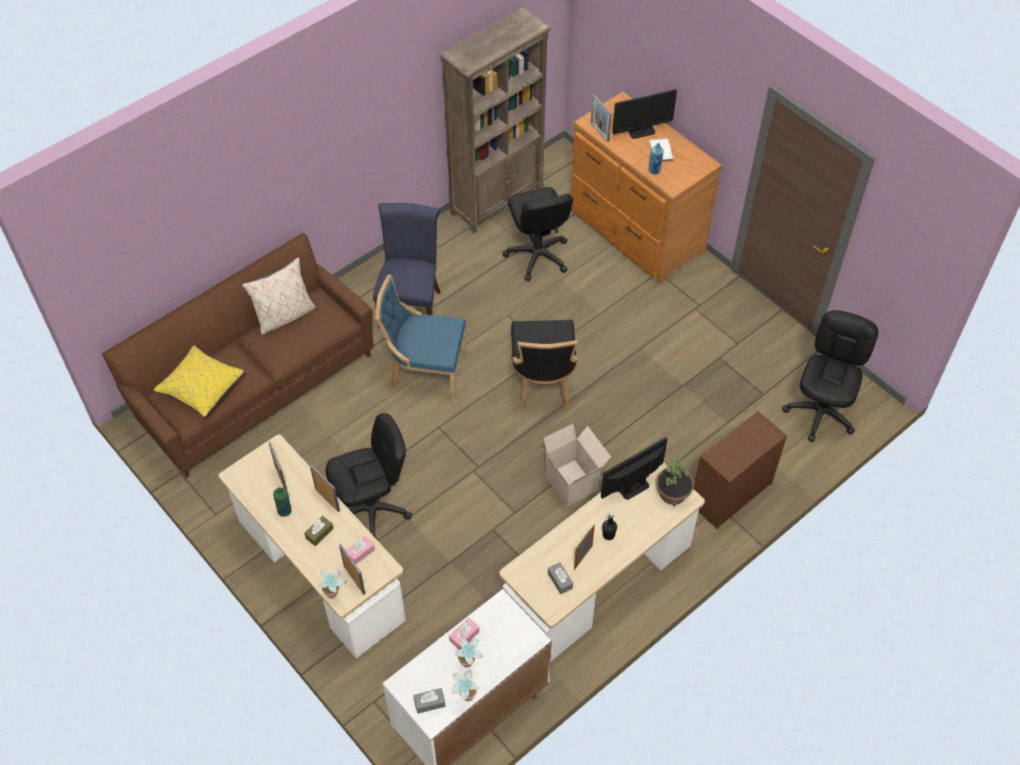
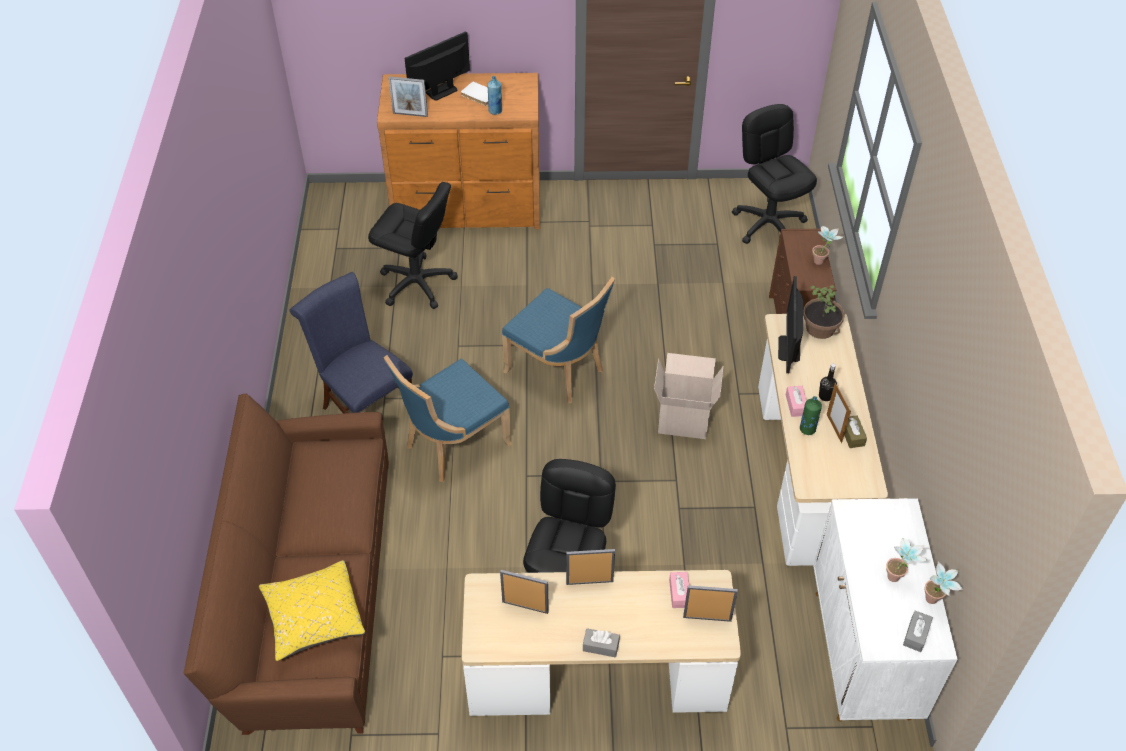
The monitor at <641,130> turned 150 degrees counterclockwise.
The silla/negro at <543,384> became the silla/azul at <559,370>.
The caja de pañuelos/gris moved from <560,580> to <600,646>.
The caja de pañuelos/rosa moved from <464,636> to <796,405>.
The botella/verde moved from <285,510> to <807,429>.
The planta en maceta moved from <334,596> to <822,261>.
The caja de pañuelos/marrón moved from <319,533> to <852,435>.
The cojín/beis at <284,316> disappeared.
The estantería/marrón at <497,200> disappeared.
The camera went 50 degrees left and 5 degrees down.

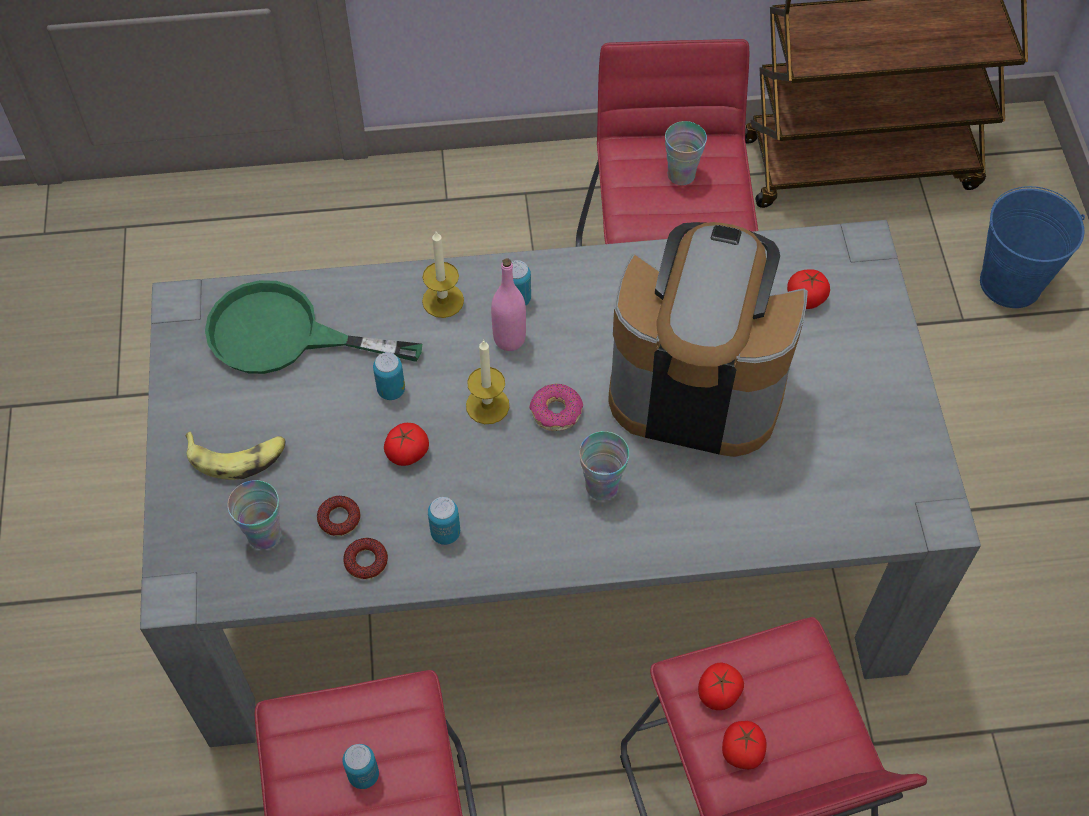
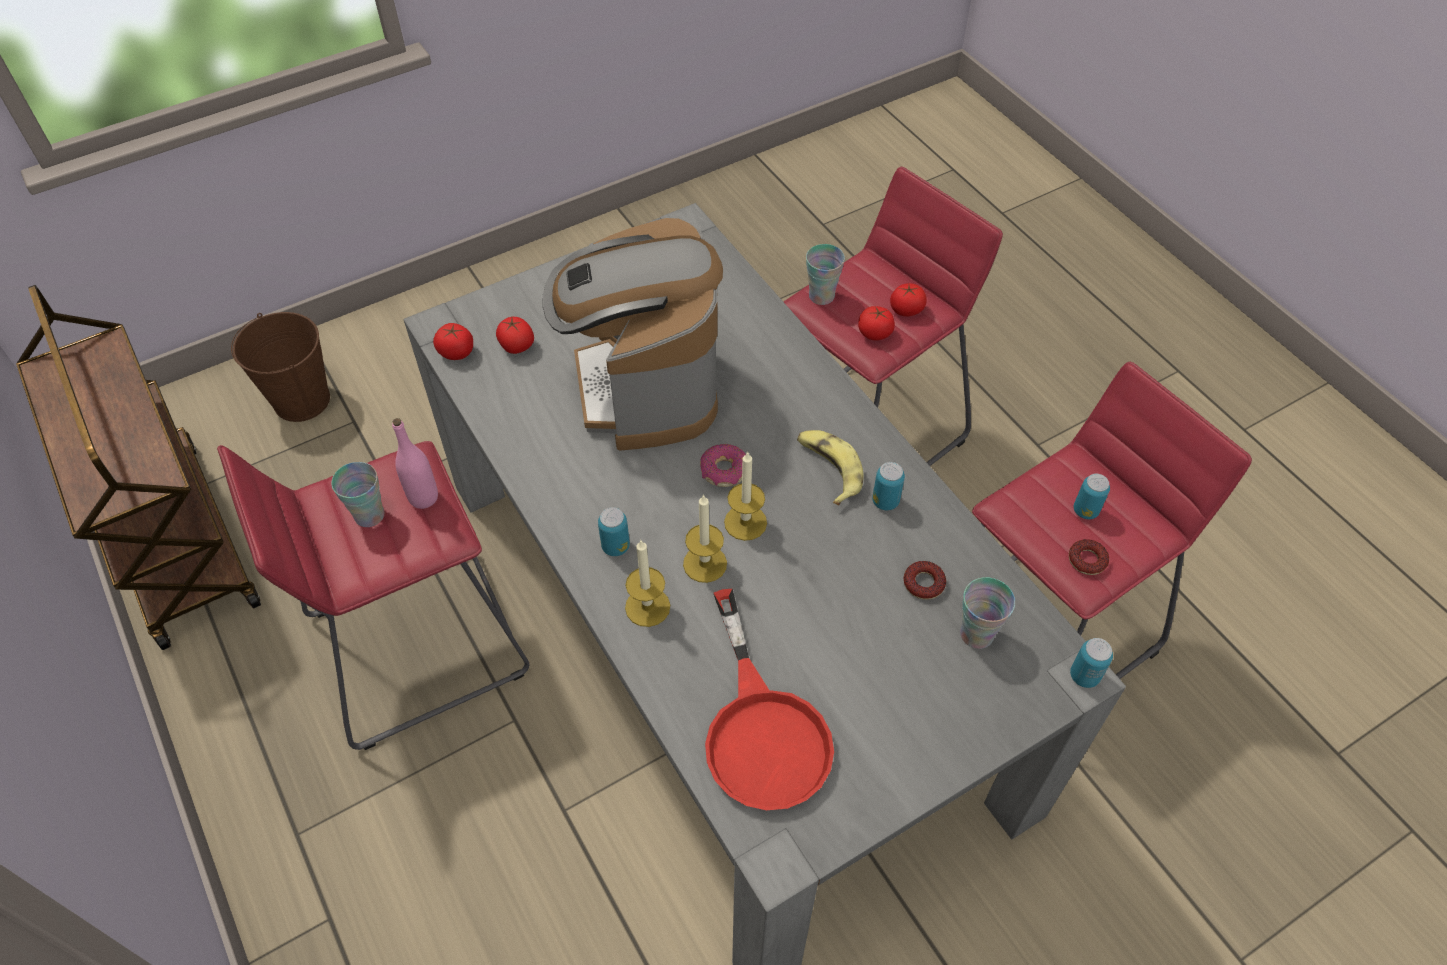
The cubo/azul at <1011,283> became the cubo/marrón at <302,400>.
The botella/rosa moved from <509,339> to <423,497>.
The tomate moved from <407,453> to <456,352>.
The vela at <705,563> appeared.
The sartén/verde at <284,336> became the sartén/rojo at <762,729>.
The plátano moved from <238,456> to <828,469>.
The taza moved from <602,486> to <821,296>.
The rosquilla moved from <366,561> to <1087,560>.
The lata moved from <391,390> to <1084,676>.
The camera went 115 degrees left and 5 degrees down.

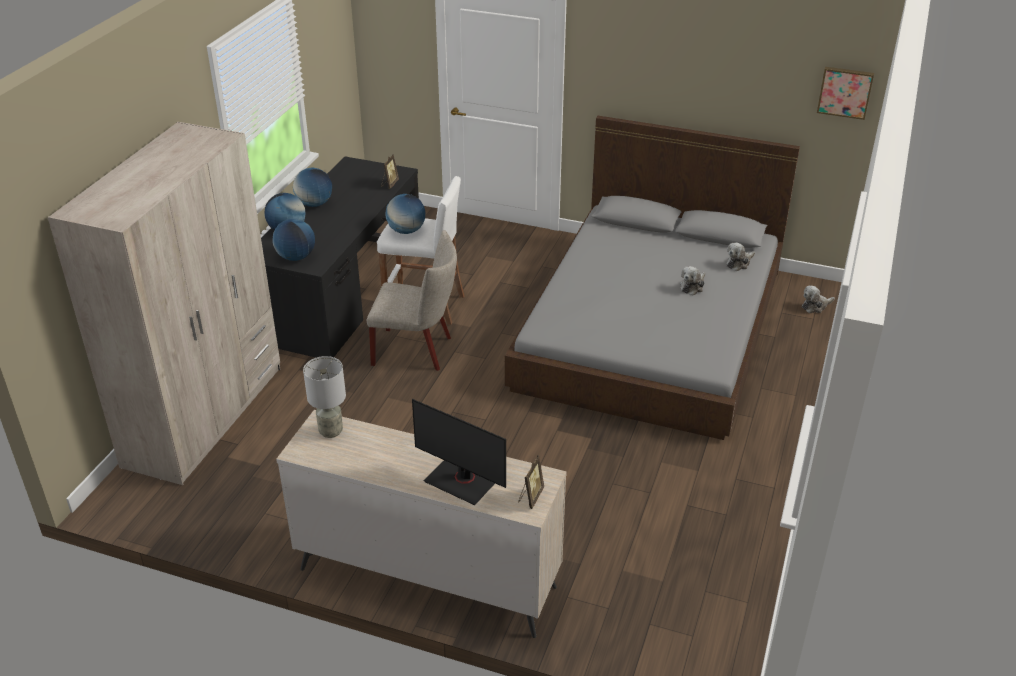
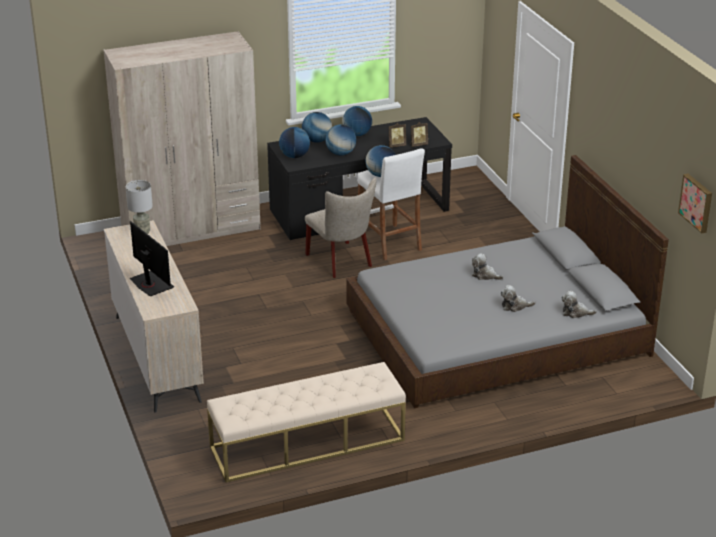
The monitor at <462,481> turned 150 degrees clockwise.
The banco/beis at <307,444> appeared.
The globo terráqueo at <341,153> appeared.
The portarretratos moved from <530,497> to <396,145>.
The peluche moved from <815,306> to <485,275>.
The camera went 50 degrees right and 5 degrees down.

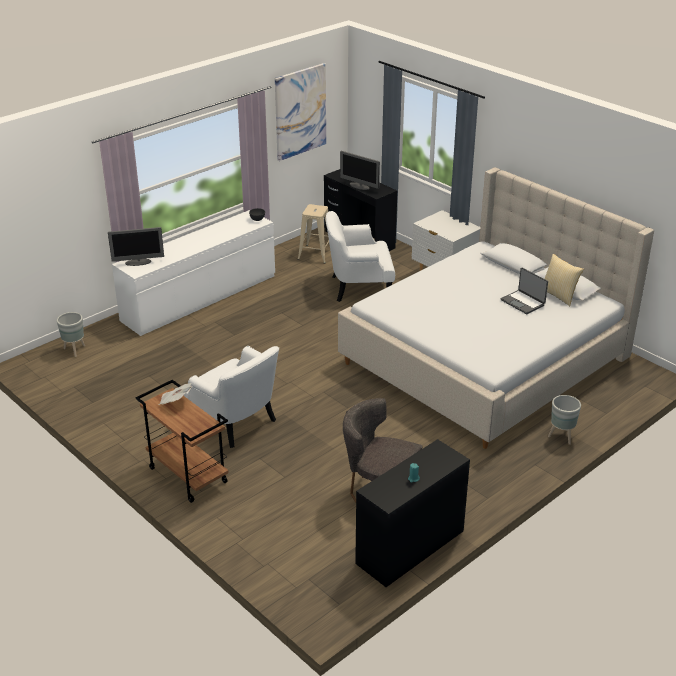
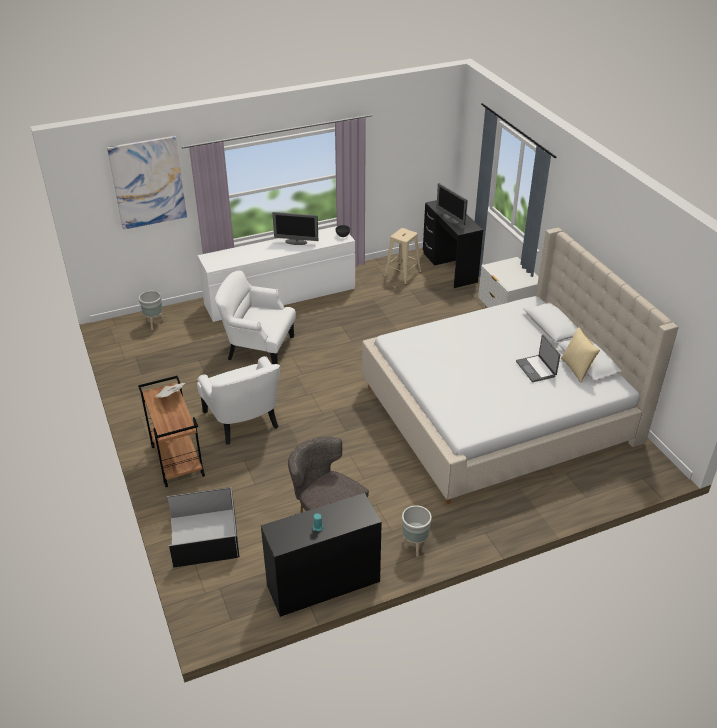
The cuadro moved from <300,111> to <148,182>.
The caja de almacenaje/negro at <204,536> appeared.
The sillón/blanco moved from <358,287> to <258,348>.
The monitor moved from <138,262> to <296,242>.
The maceta/gris moved from <561,437> to <414,546>.
The camera went 20 degrees right and 5 degrees up.

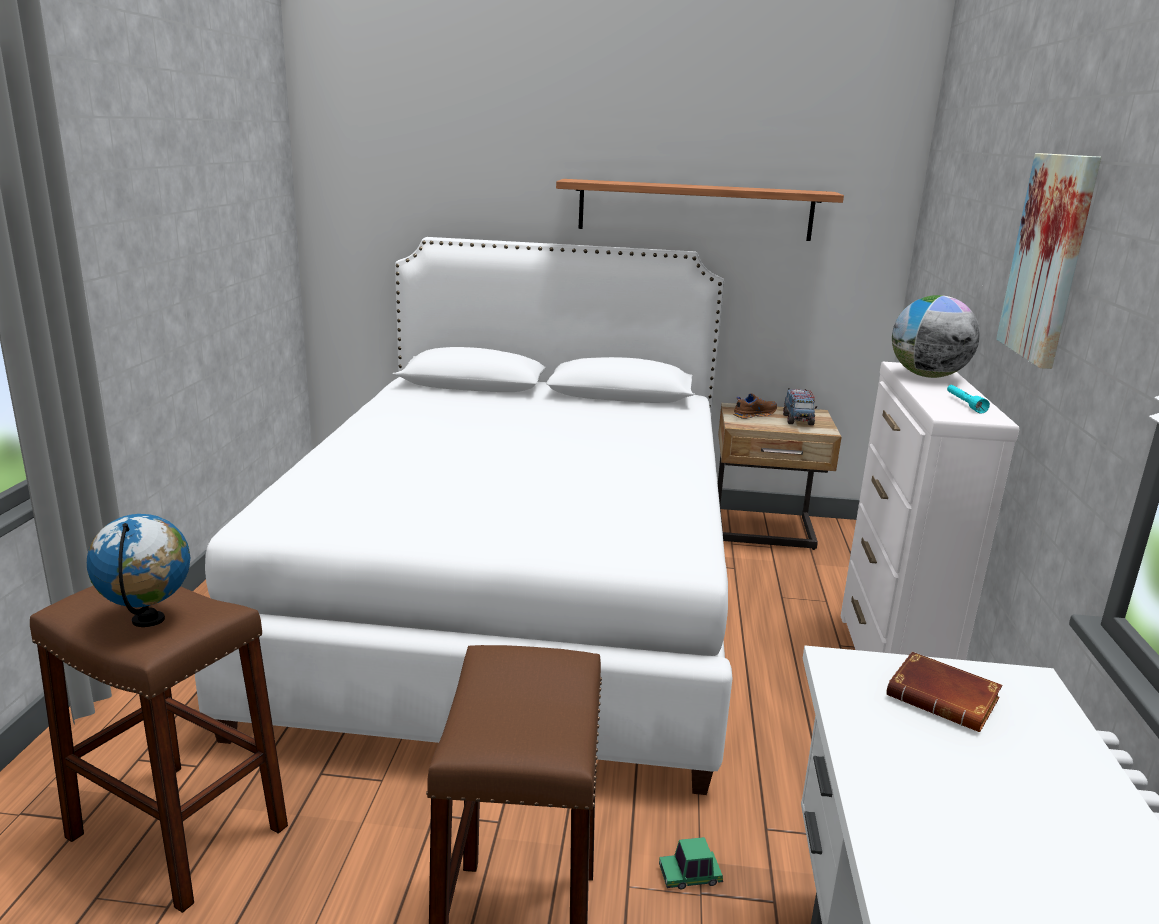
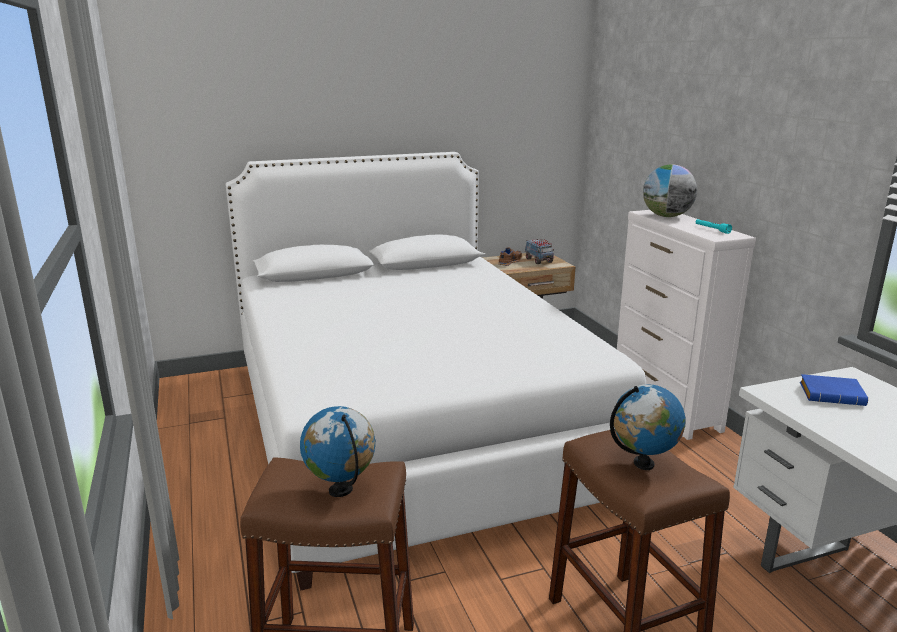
The globo terráqueo at <643,464> appeared.
The libro/marrón at <945,699> became the libro/azul at <833,395>.
The estante at <695,210> disappeared.
The coche de juguete at <690,876> disappeared.
The cuadro at <1049,258> disappeared.
The camera went 25 degrees left and 0 degrees up.

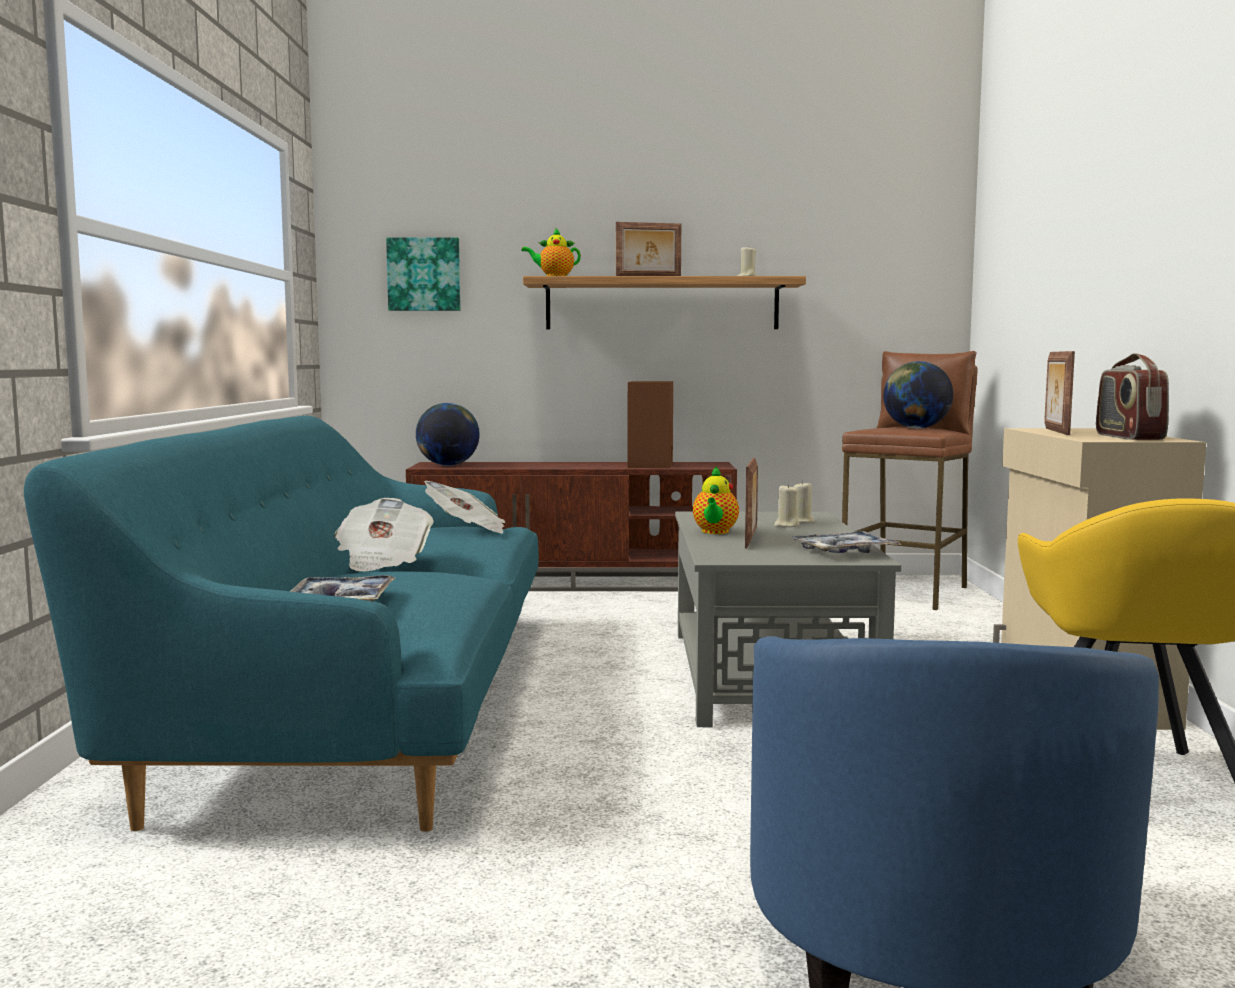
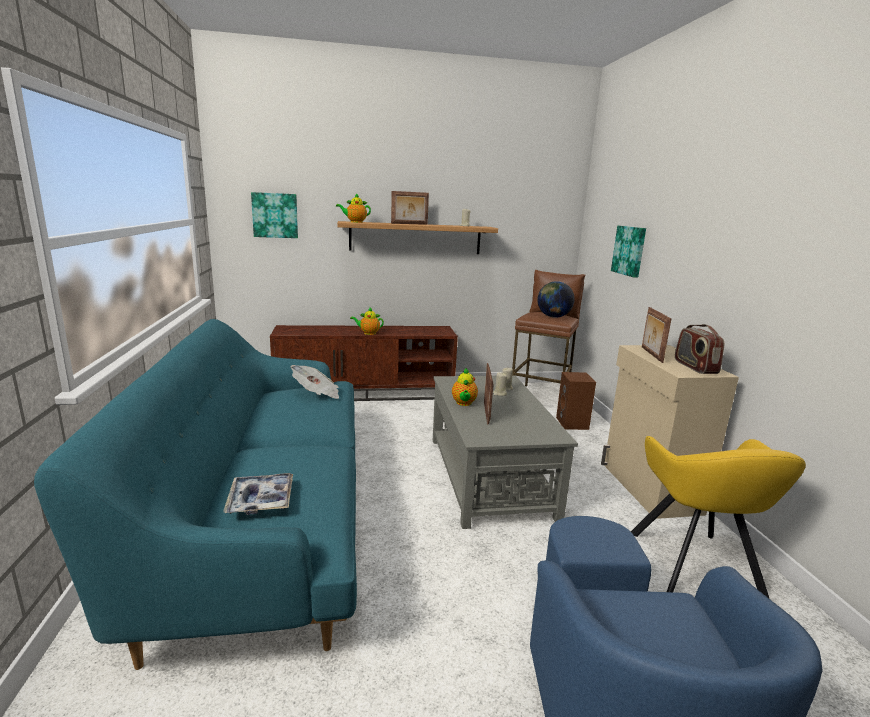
The tetera at <368,333> appeared.
The altavoz/marrón moved from <651,465> to <573,423>.
The cuadro at <629,250> appeared.
The periódico at <382,561> disappeared.
The globo terráqueo at <448,465> disappeared.
The bandeja at <843,552> disappeared.
The camera went 10 degrees left and 10 degrees up.

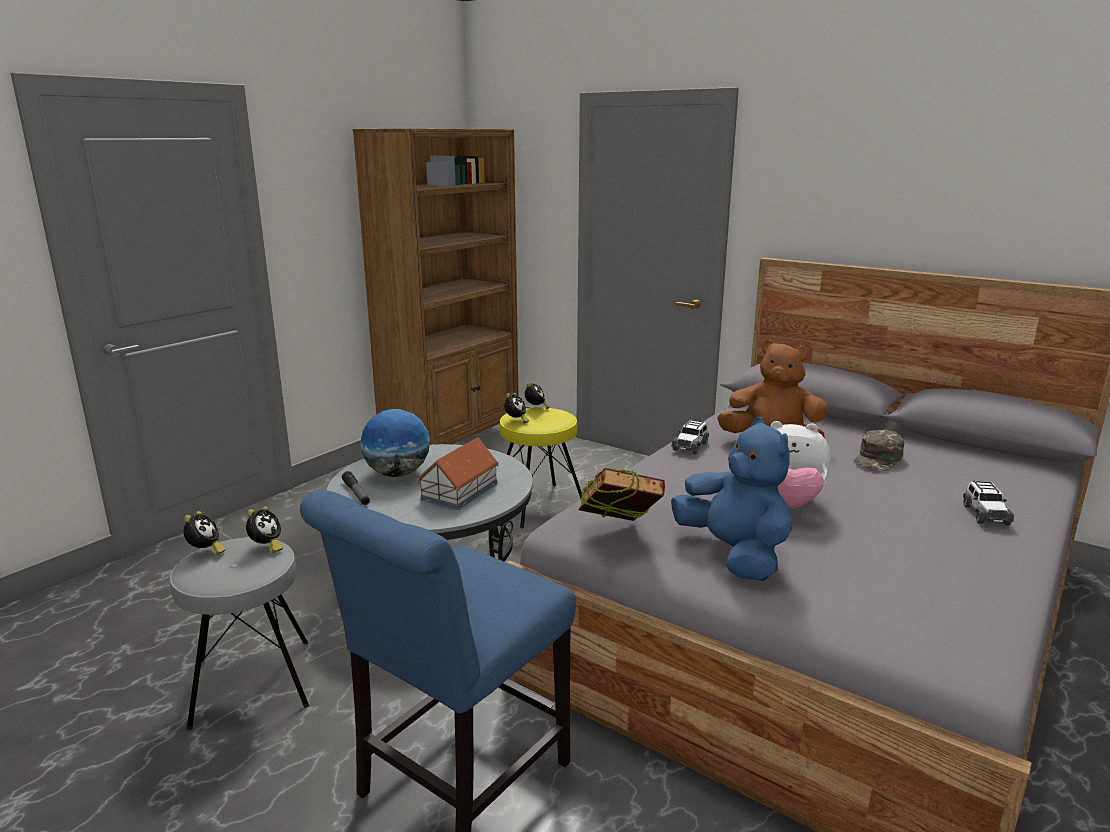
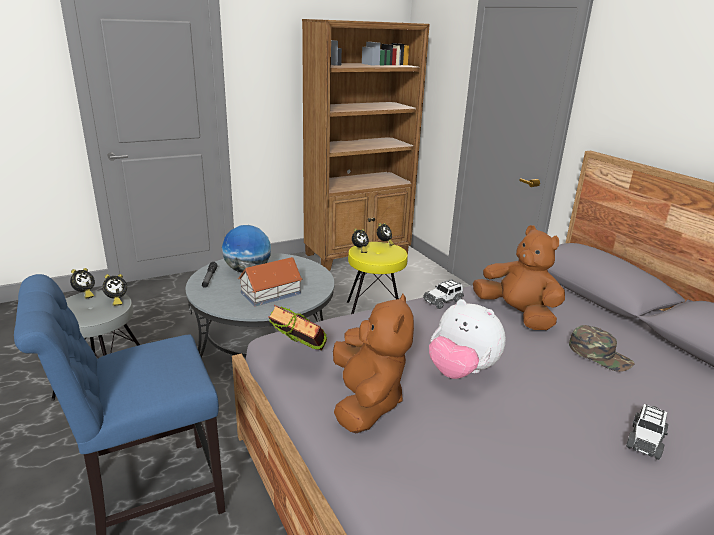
The peluche/azul at <734,554> became the peluche/marrón at <366,402>.
The gorra/verde at <878,459> turned 105 degrees counterclockwise.
The camera went 25 degrees right and 5 degrees up.

